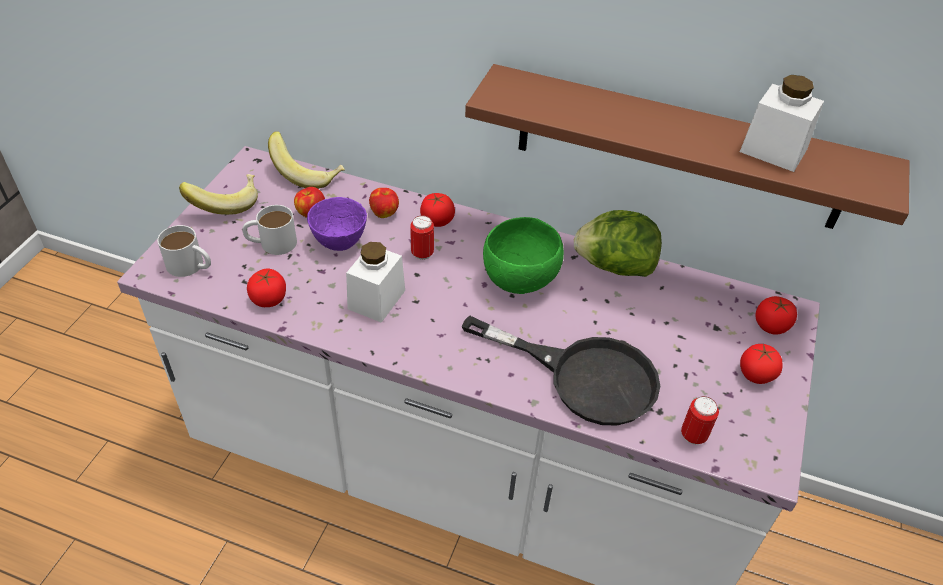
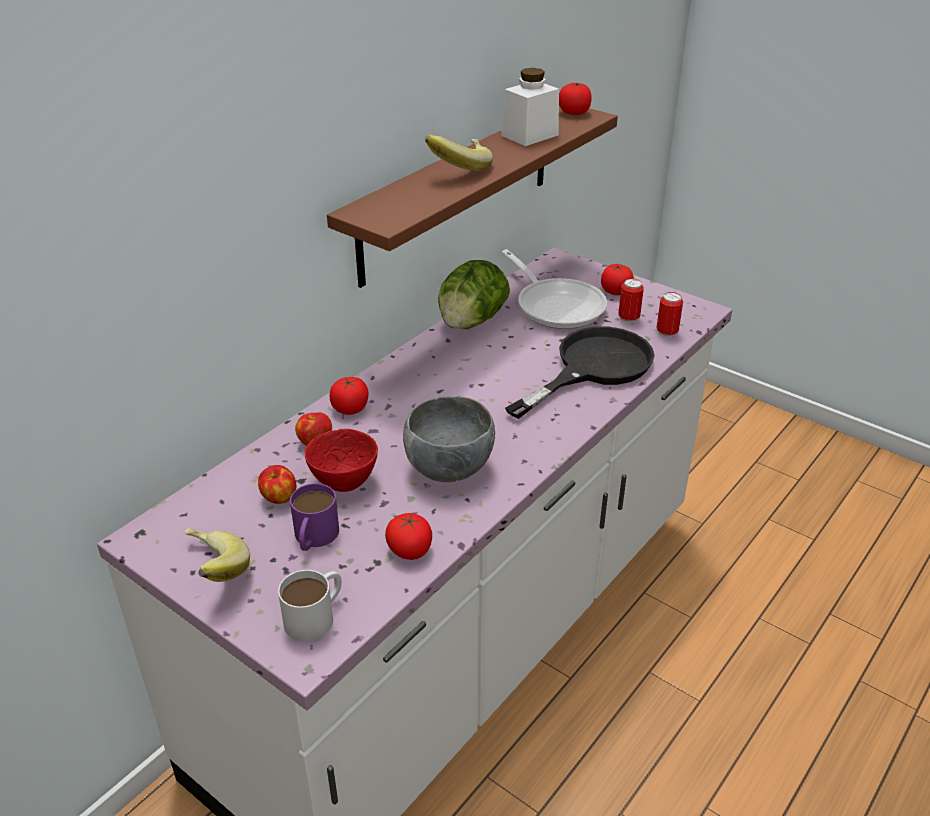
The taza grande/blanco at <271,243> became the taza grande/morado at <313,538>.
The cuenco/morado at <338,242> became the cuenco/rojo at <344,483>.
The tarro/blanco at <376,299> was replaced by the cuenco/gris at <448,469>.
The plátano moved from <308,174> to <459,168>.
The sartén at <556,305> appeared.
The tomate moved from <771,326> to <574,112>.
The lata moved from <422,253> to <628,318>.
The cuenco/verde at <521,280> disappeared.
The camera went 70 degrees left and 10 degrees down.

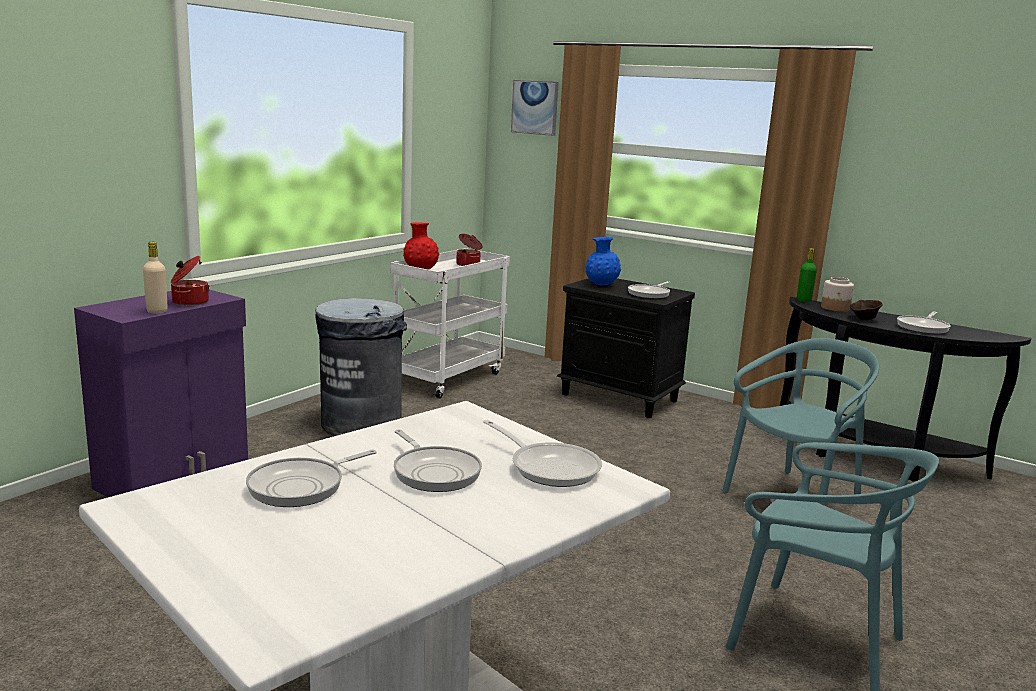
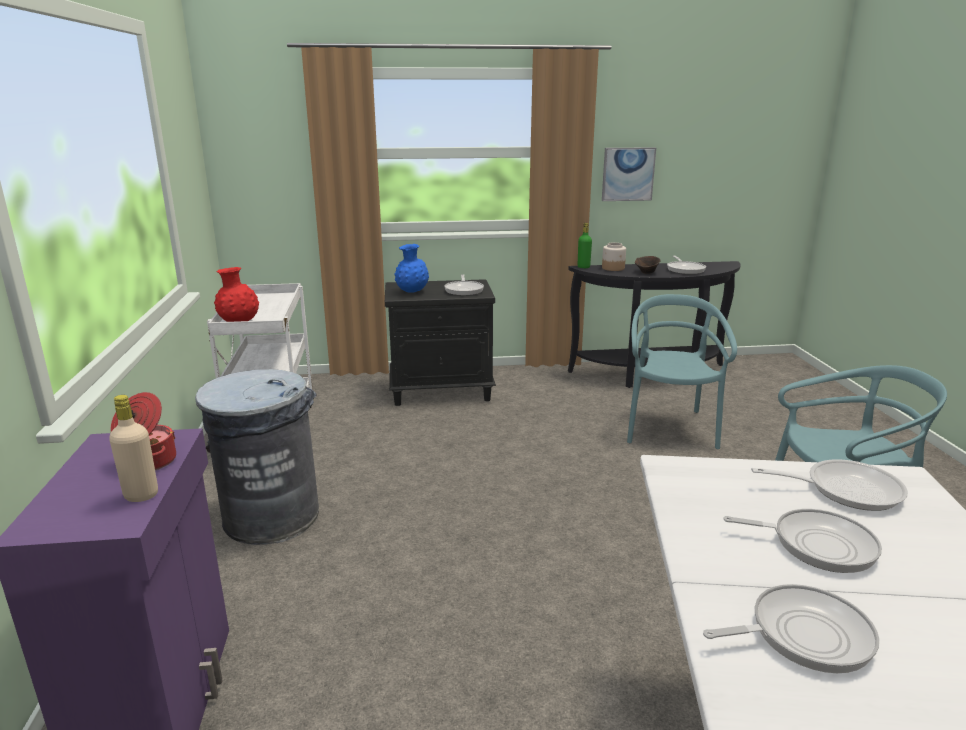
The cuadro moved from <535,107> to <628,174>.
The sartén at <301,486> turned 105 degrees counterclockwise.
The olla at <468,264> disappeared.
The camera went 40 degrees left and 5 degrees up.

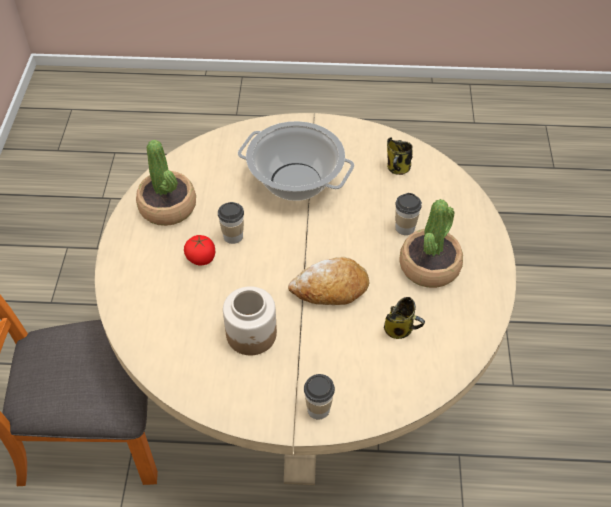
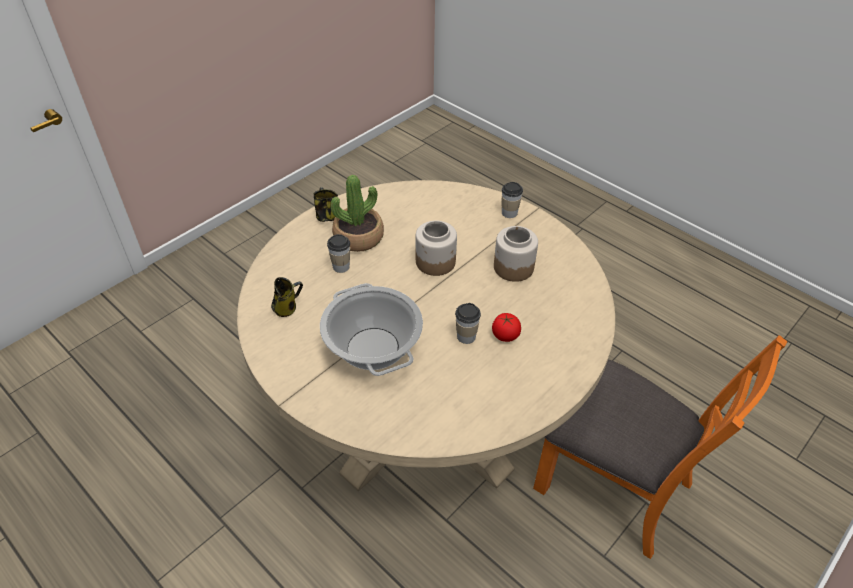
The taza grande moved from <400,329> to <326,216>.
The pan at <330,289> was replaced by the tarro at <436,262>.
The planta en maceta at <168,207> disappeared.
The camera went 140 degrees left and 5 degrees down.

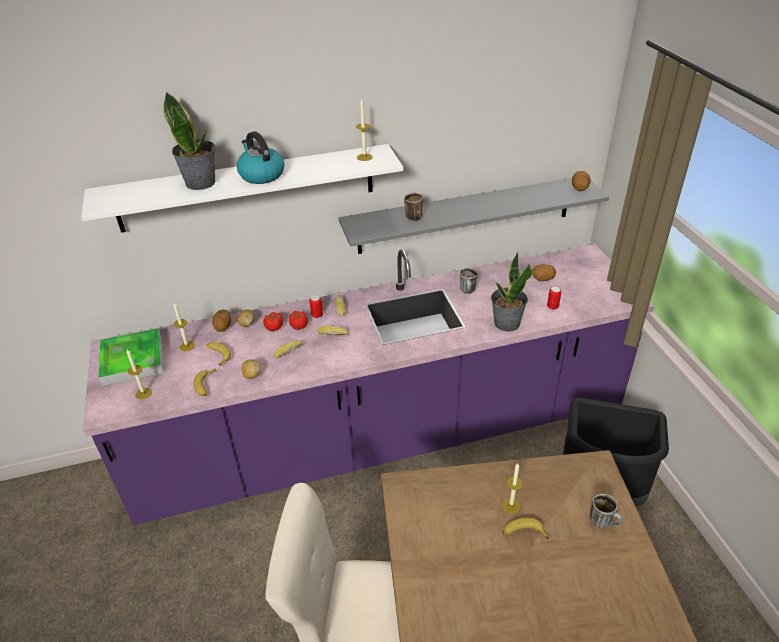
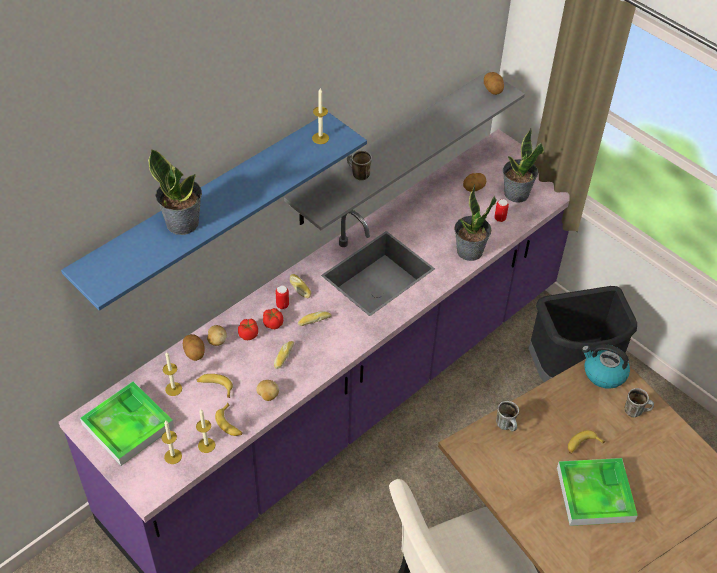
The estante/blanco at <247,188> became the estante/azul at <206,205>.
The vela moved from <511,506> to <206,445>.
The taza grande moved from <468,292> to <507,426>.
The planta en maceta at <516,194> appeared.
The bandeja at <595,494> appeared.
The hervidor moved from <261,175> to <603,373>.
The camera went 30 degrees left and 10 degrees up.

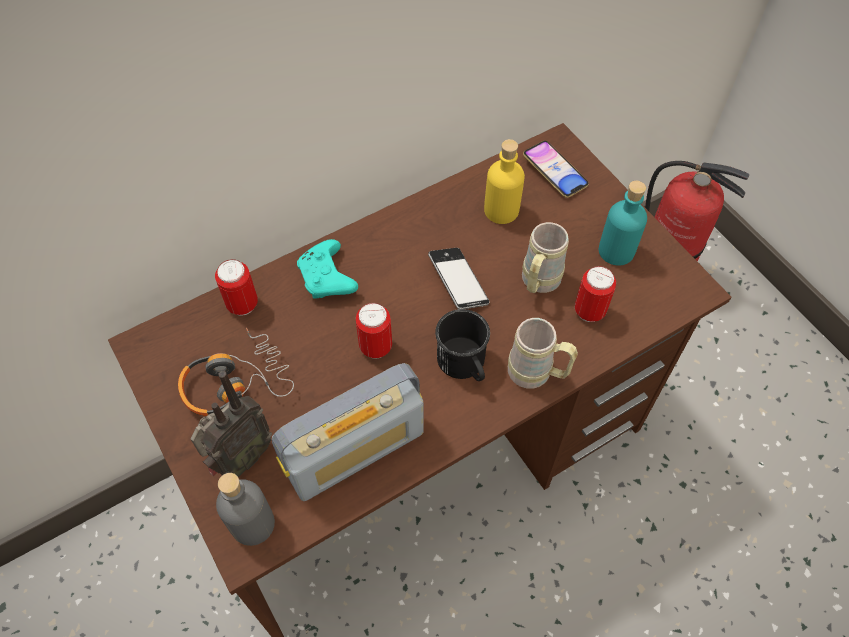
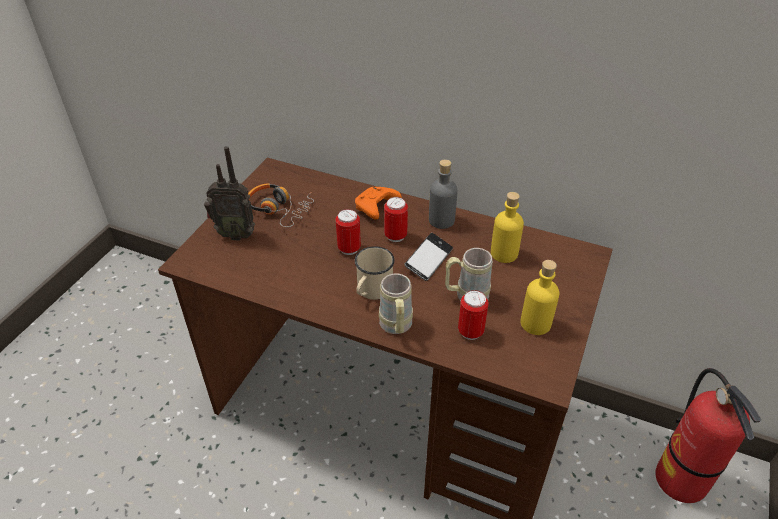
The mando de consola/turquesa at <328,278> became the mando de consola/naranja at <376,208>.
The taza grande/negro at <464,365> became the taza grande/beis at <371,291>.
The lata moved from <242,305> to <395,236>.
The botella/gris moved from <252,524> to <441,220>.
The botella/turquesa at <616,251> became the botella/amarillo at <535,323>.
The radio at <354,450> disappeared.
The móvil at <554,172> disappeared.
The camera went 55 degrees right and 15 degrees down.

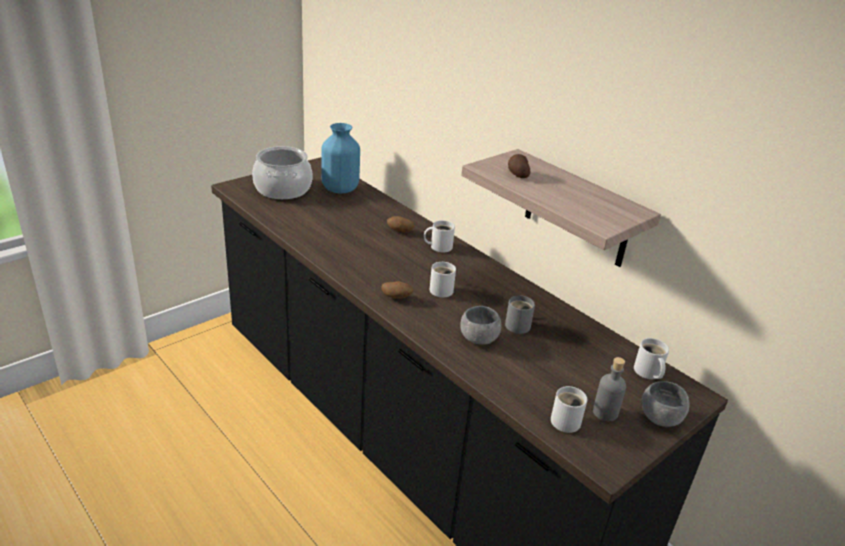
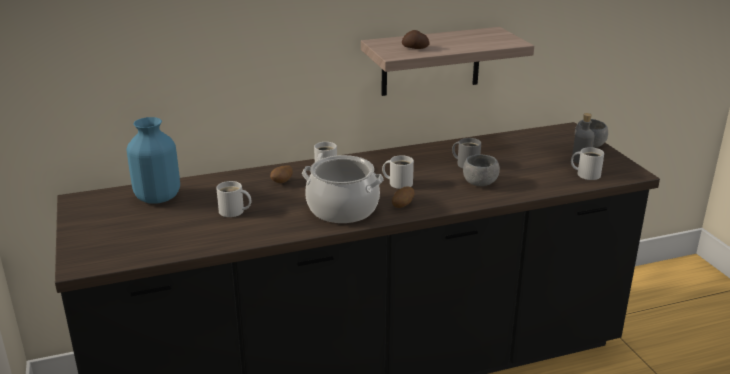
The taza grande/blanco moved from <647,372> to <233,212>.
The olla moved from <282,189> to <342,209>.
The camera went 65 degrees left and 5 degrees down.

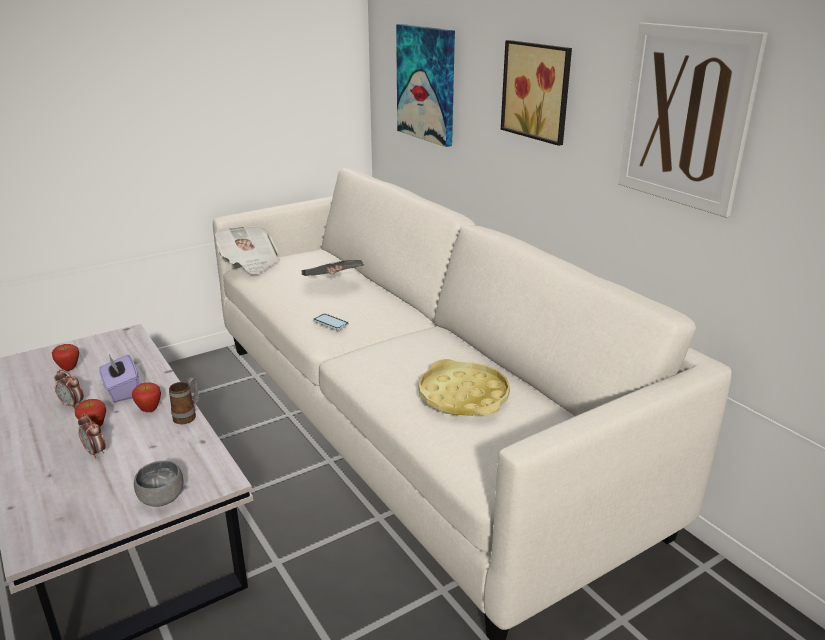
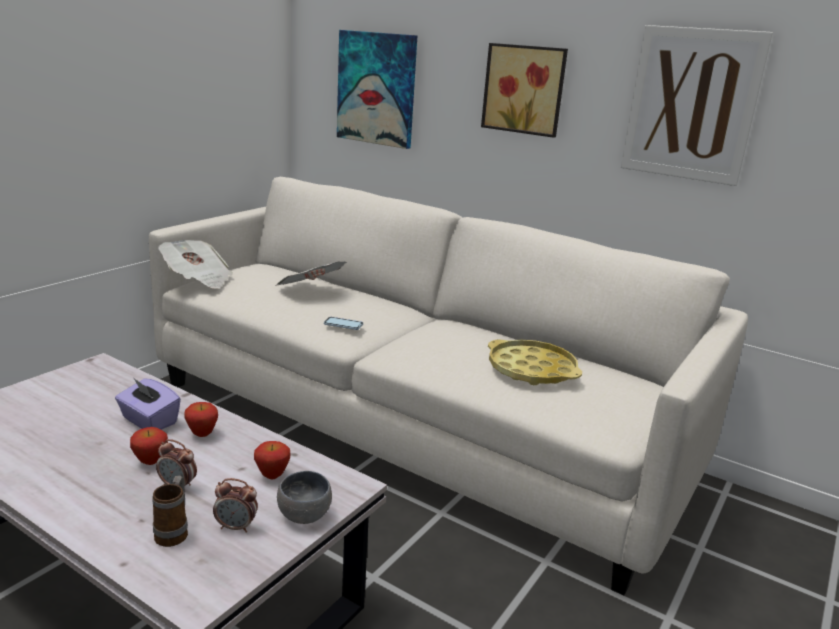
The taza grande moved from <188,416> to <174,532>.
The despertador moved from <72,405> to <236,527>.
The manzana moved from <69,368> to <272,476>.
The camera went 25 degrees left and 5 degrees down.

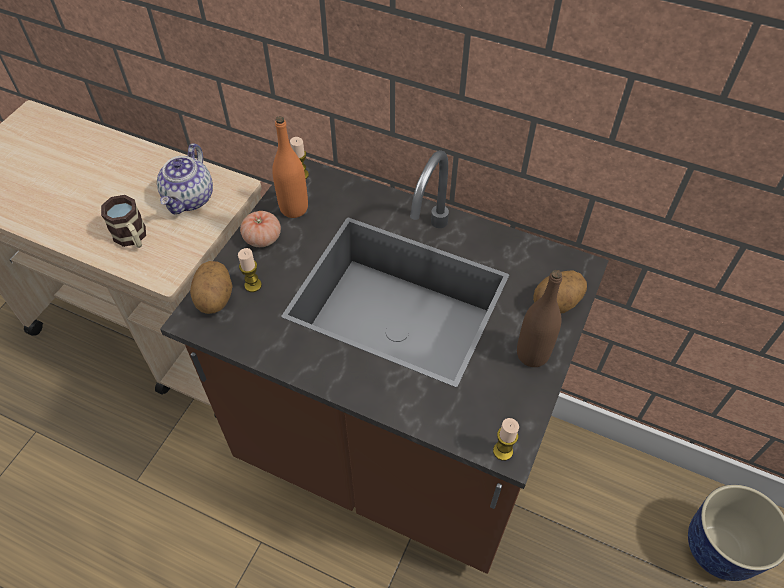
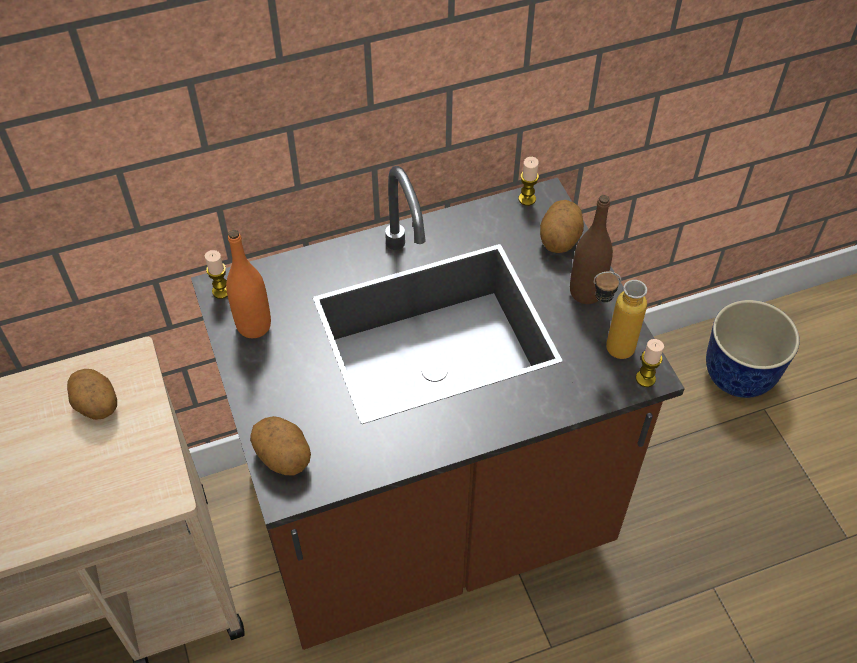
The tetera at <190,199> was replaced by the patata at <96,406>.
The vela moved from <253,285> to <527,199>.
The botella at <607,347> appeared.
The taza grande at <133,238> disappeared.
The tomate at <262,238> disappeared.
The camera went 45 degrees left and 0 degrees up.

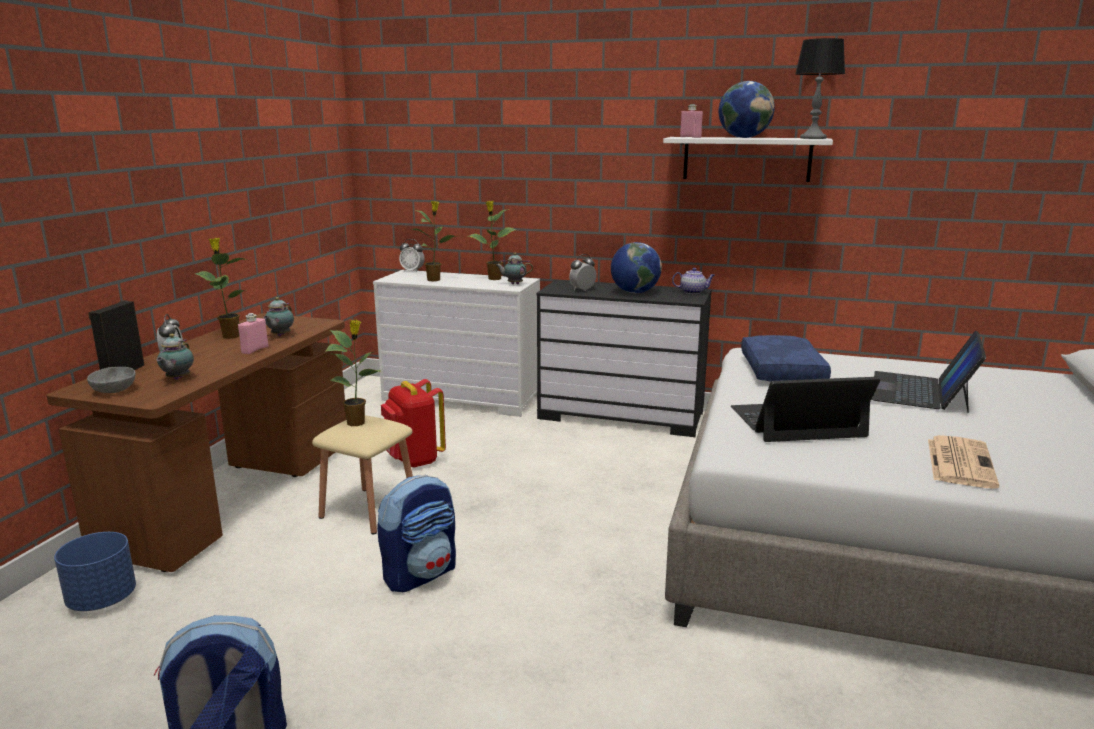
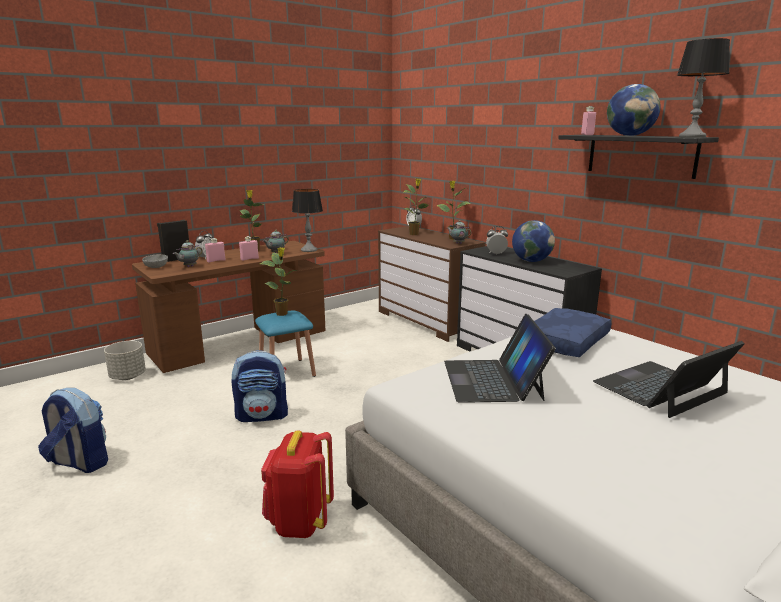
The maceta/azul at <102,600> became the maceta/gris at <128,376>.
The botella/rosa at <216,261> appeared.
The taburete/beis at <369,510> became the taburete/azul at <287,372>.
The mochila/rojo moved from <413,460> to <299,522>.
The lámpara de mesa at <309,250> appeared.
The cómoda/blanco at <462,398> became the cómoda/marrón at <427,321>.
The portátil at <797,422> turned 120 degrees counterclockwise.
The estante/blanco at <746,159> became the estante/negro at <640,155>.
The tetera at <693,292> disappeared.
The periódico at <959,462> disappeared.
The camera went 35 degrees right and 0 degrees up.

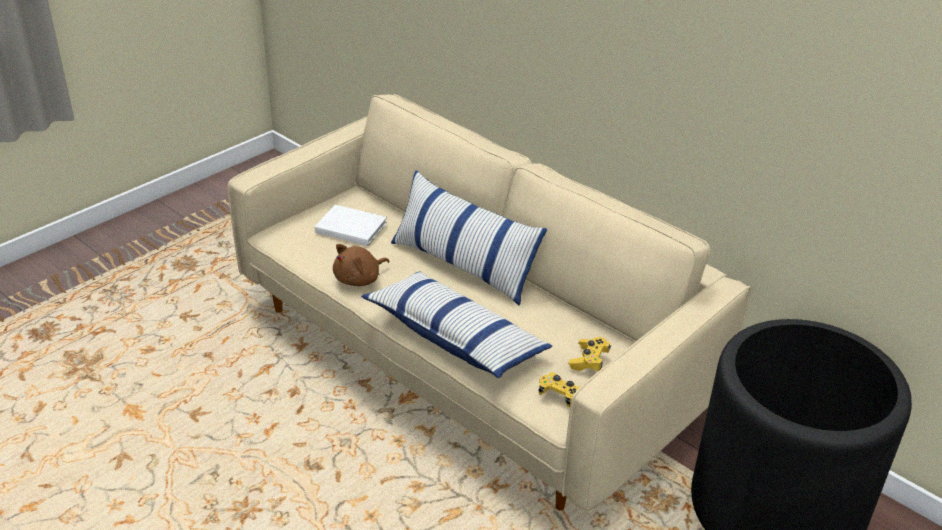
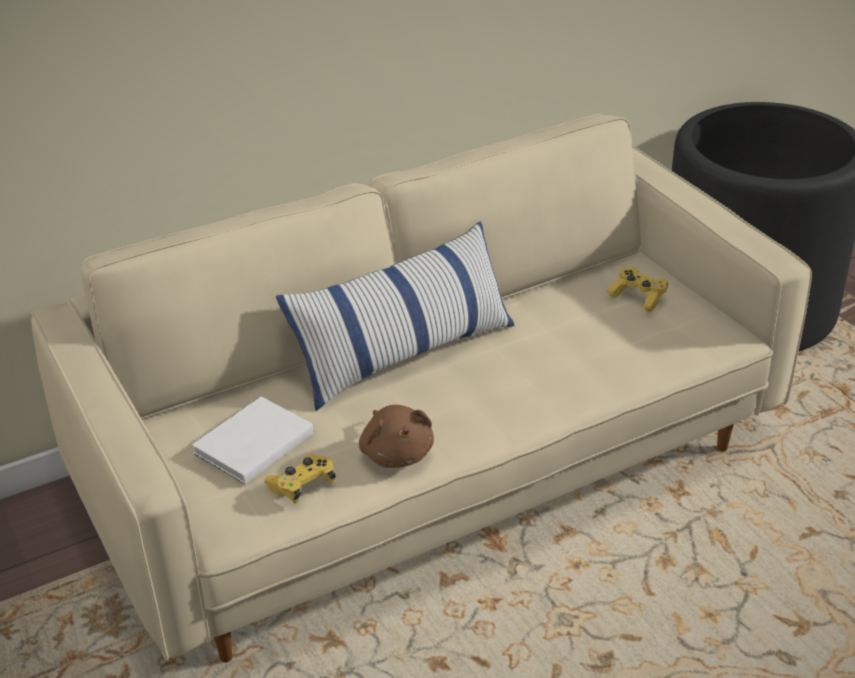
The mando de consola/amarillo moved from <561,395> to <302,486>.
The cojín at <455,338> disappeared.
The camera went 70 degrees left and 0 degrees up.

